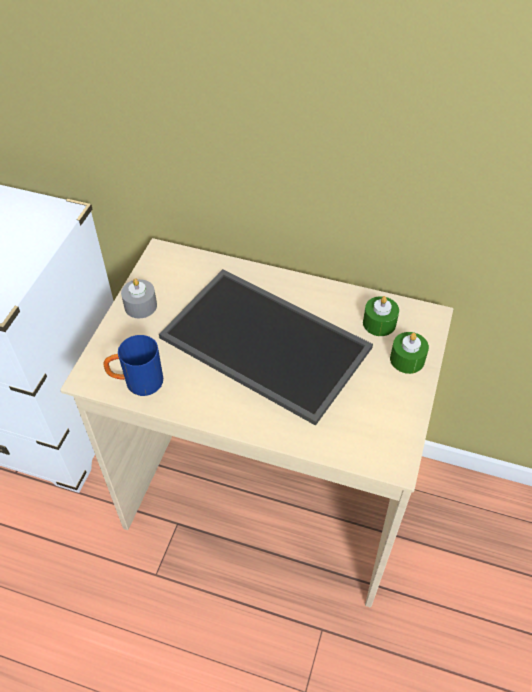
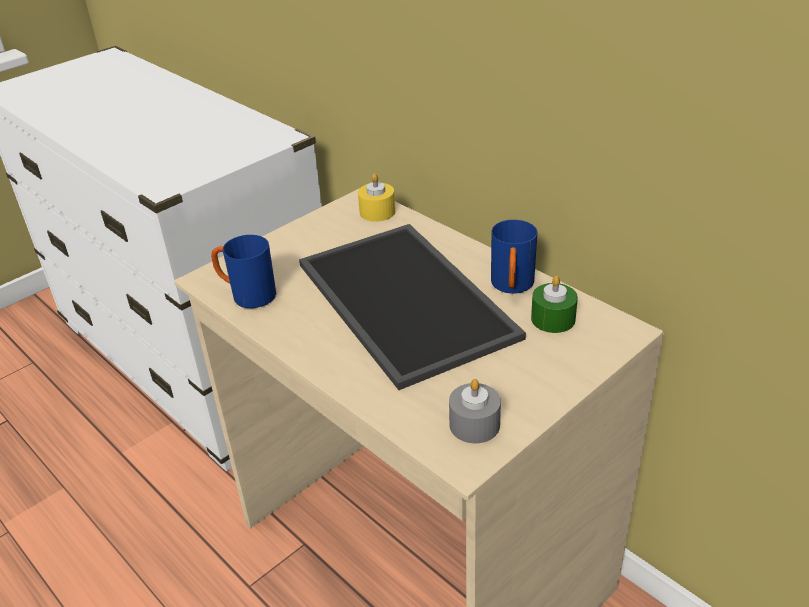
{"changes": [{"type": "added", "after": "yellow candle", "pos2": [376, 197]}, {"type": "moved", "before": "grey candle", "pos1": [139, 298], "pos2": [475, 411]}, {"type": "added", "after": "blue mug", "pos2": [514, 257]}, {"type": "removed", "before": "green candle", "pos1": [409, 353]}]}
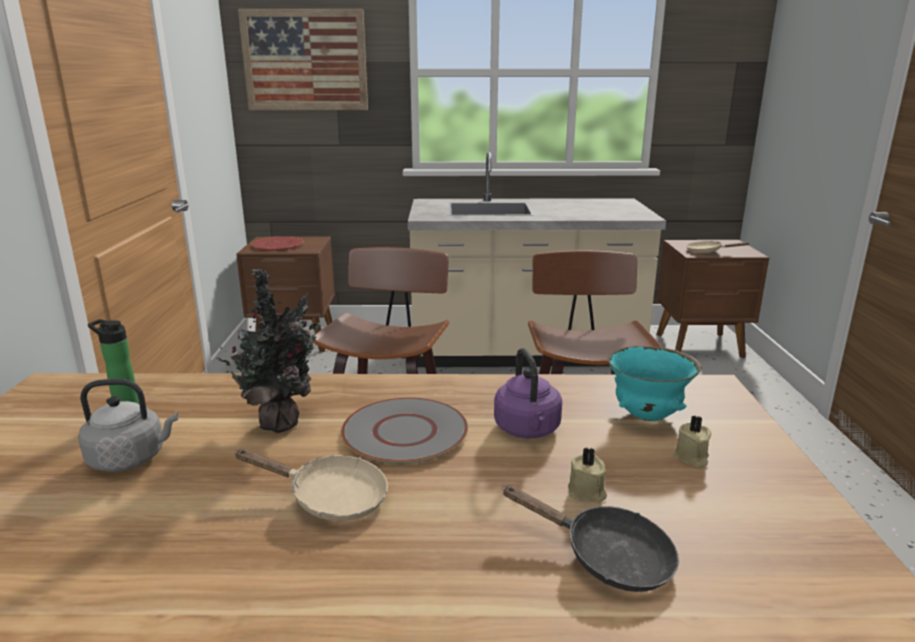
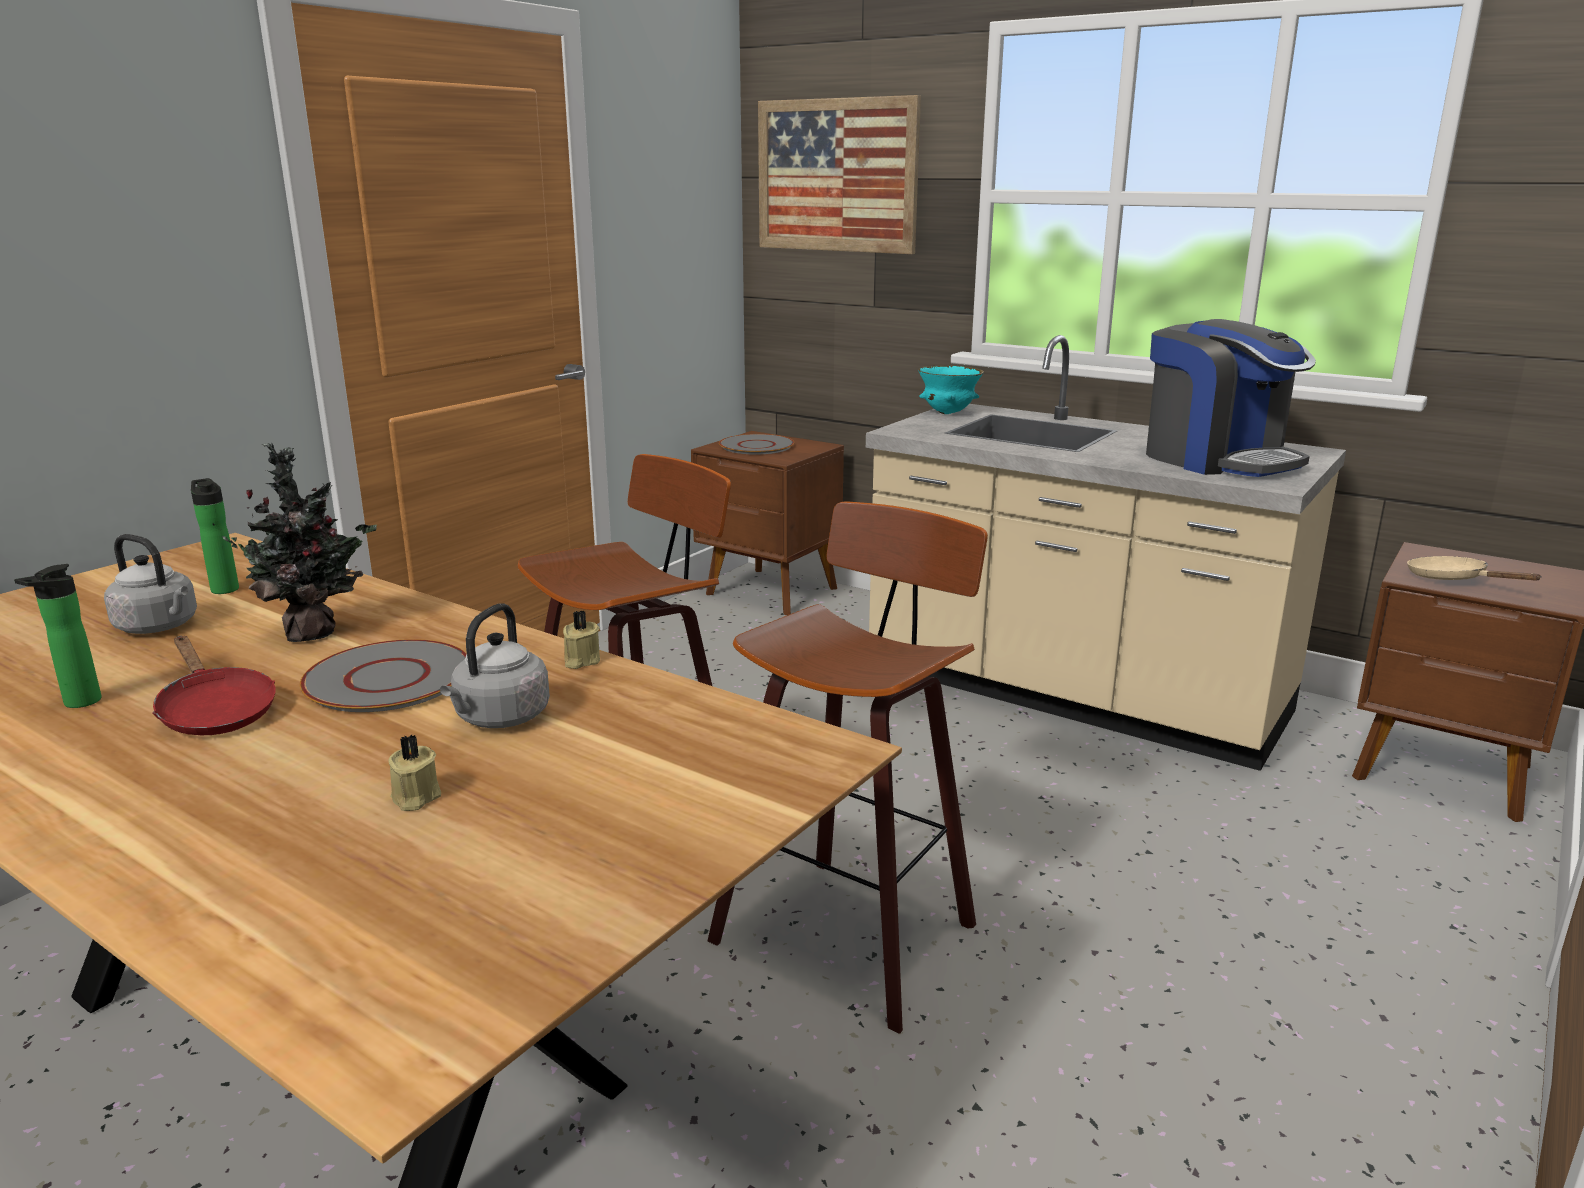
{"changes": [{"type": "added", "after": "bottle", "pos2": [58, 636]}, {"type": "recoloured", "before": "beige frying pan", "after": "red frying pan", "pos1": [311, 485], "pos2": [213, 685]}, {"type": "recoloured", "before": "purple kettle", "after": "grey kettle", "pos1": [528, 393], "pos2": [495, 665]}, {"type": "moved", "before": "beige candle", "pos1": [693, 441], "pos2": [581, 639]}, {"type": "recoloured", "before": "red plate", "after": "grey plate", "pos1": [277, 243], "pos2": [756, 444]}, {"type": "moved", "before": "turquoise bowl", "pos1": [655, 383], "pos2": [951, 389]}, {"type": "added", "after": "coffee machine", "pos2": [1231, 398]}, {"type": "removed", "before": "black frying pan", "pos1": [590, 538]}]}
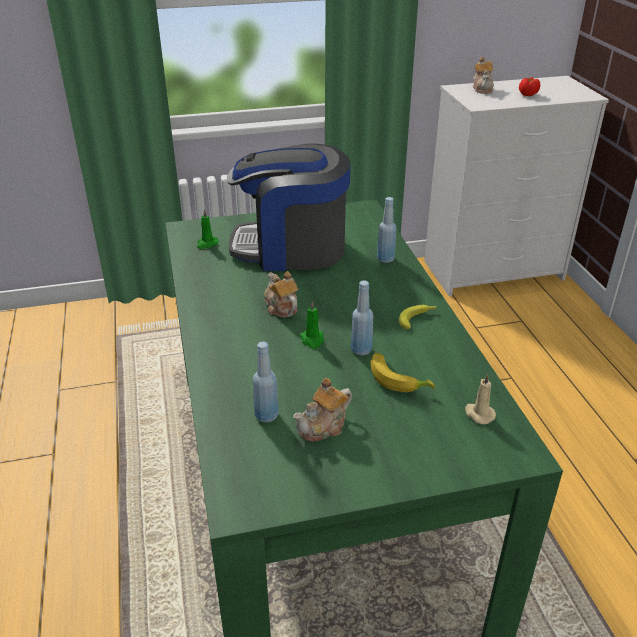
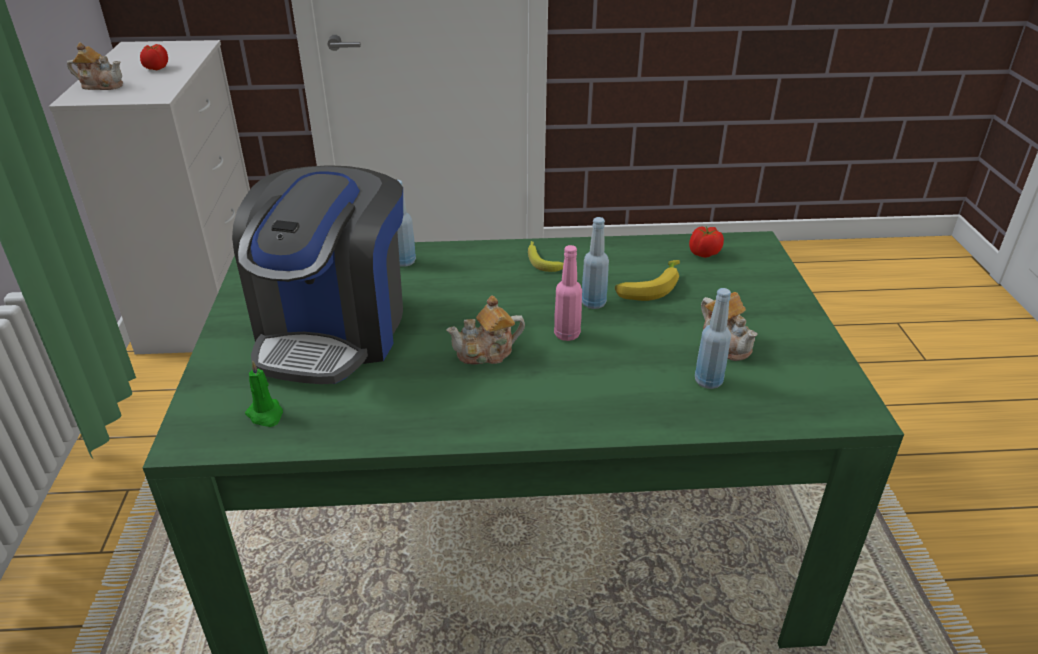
{"changes": [{"type": "replaced", "before": "green candle", "after": "pink bottle", "pos1": [312, 325], "pos2": [568, 293]}, {"type": "replaced", "before": "beige candle", "after": "tomato", "pos1": [480, 399], "pos2": [706, 242]}]}
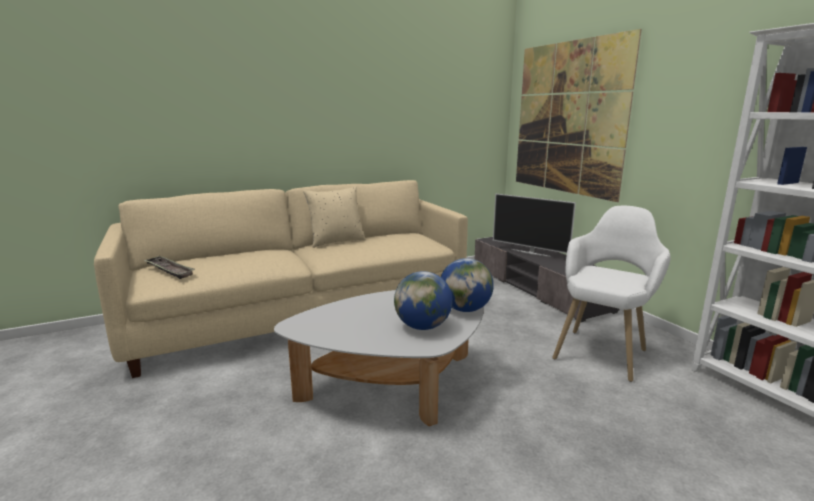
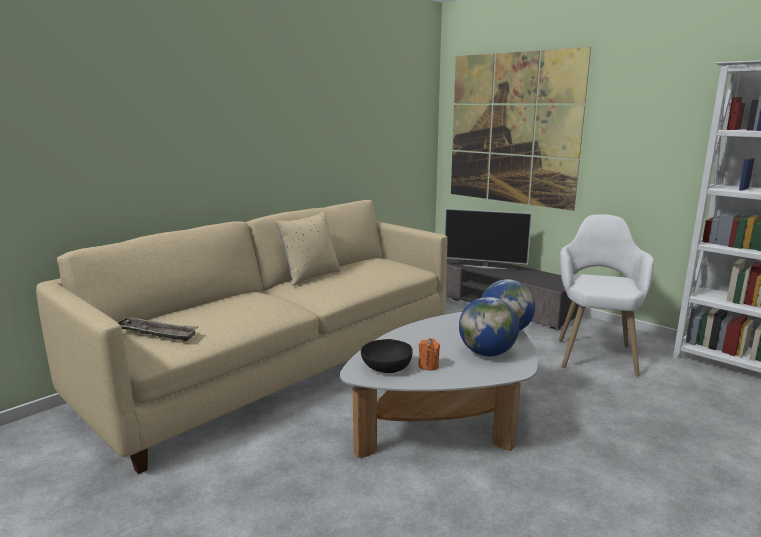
{"changes": [{"type": "added", "after": "black bowl", "pos2": [387, 356]}, {"type": "added", "after": "orange candle", "pos2": [429, 354]}]}
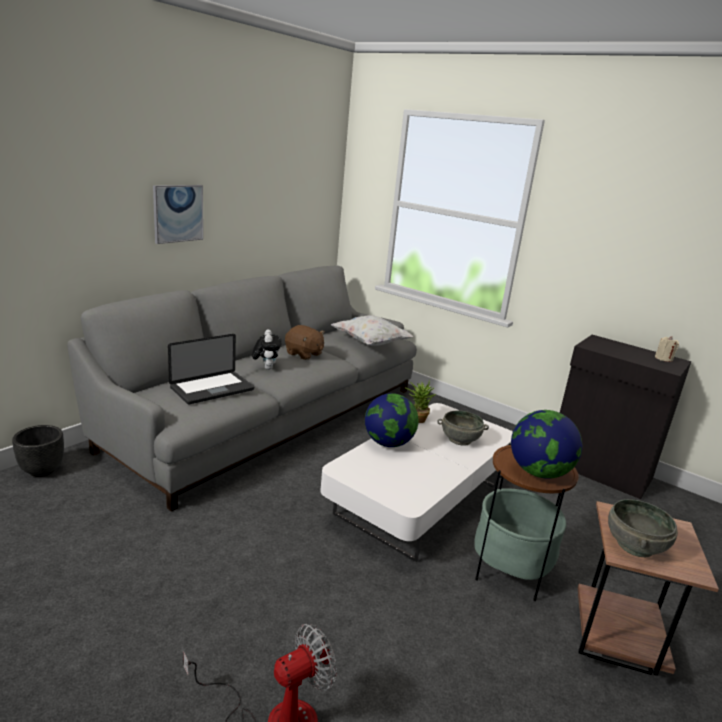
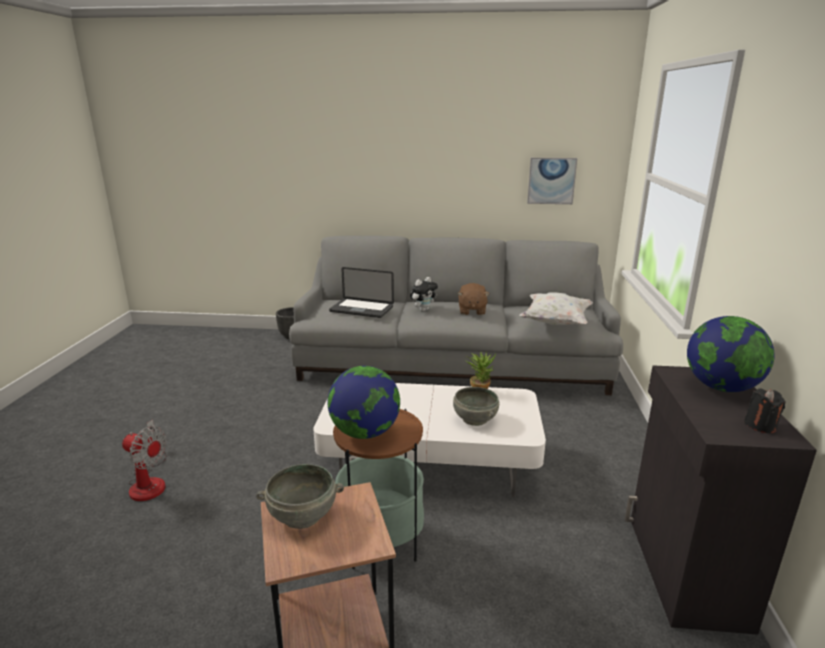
{"changes": [{"type": "moved", "before": "picture", "pos1": [178, 214], "pos2": [552, 181]}, {"type": "moved", "before": "globe", "pos1": [392, 420], "pos2": [731, 354]}, {"type": "recoloured", "before": "beige candle", "after": "black candle", "pos1": [667, 349], "pos2": [764, 410]}]}
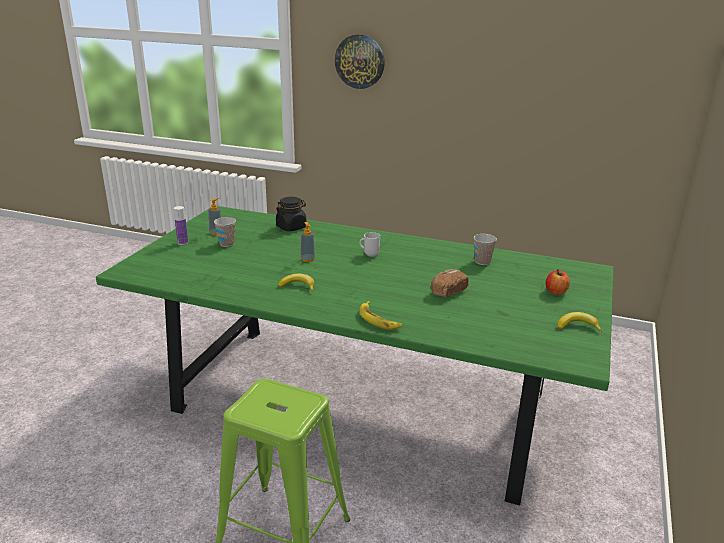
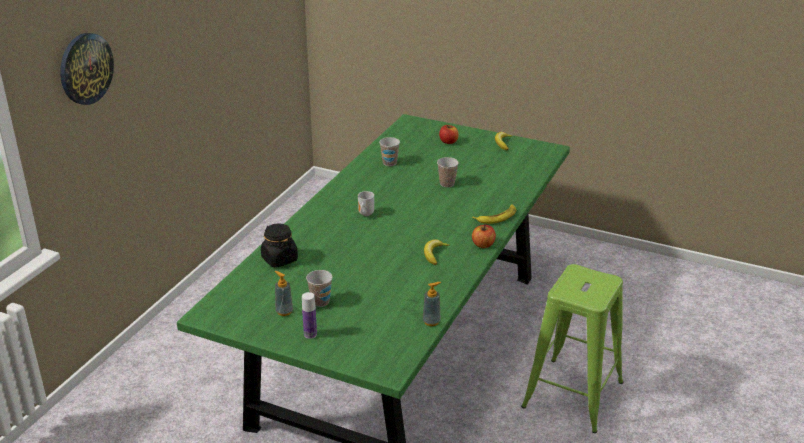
{"changes": [{"type": "moved", "before": "soap dispenser", "pos1": [307, 242], "pos2": [432, 304]}, {"type": "replaced", "before": "bread", "after": "cup", "pos1": [450, 283], "pos2": [448, 172]}, {"type": "added", "after": "apple", "pos2": [484, 236]}]}
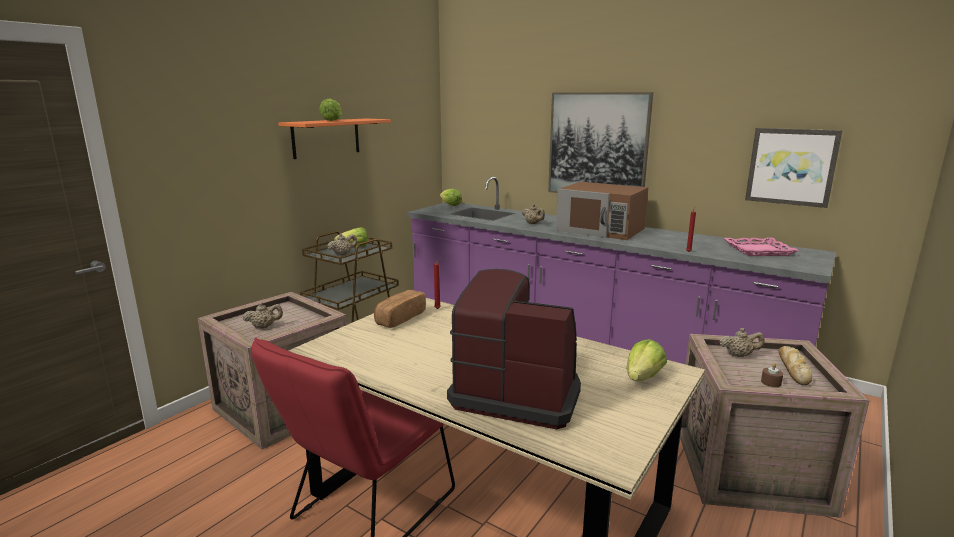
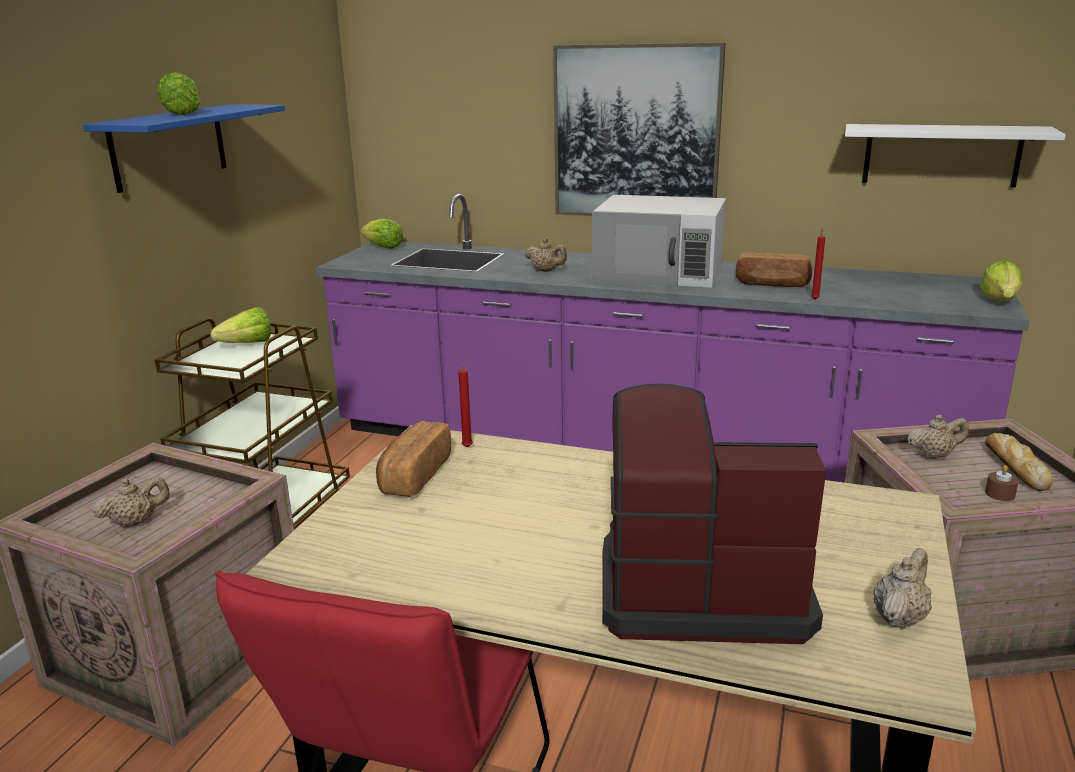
{"changes": [{"type": "recoloured", "before": "orange shelf", "after": "blue shelf", "pos1": [334, 139], "pos2": [184, 148]}, {"type": "recoloured", "before": "brown microwave", "after": "white microwave", "pos1": [602, 211], "pos2": [659, 241]}, {"type": "added", "after": "bread", "pos2": [774, 270]}, {"type": "replaced", "before": "picture", "after": "white shelf", "pos1": [793, 168], "pos2": [955, 156]}, {"type": "moved", "before": "beige teapot", "pos1": [342, 244], "pos2": [903, 588]}, {"type": "moved", "before": "lettuce", "pos1": [646, 360], "pos2": [1001, 280]}, {"type": "removed", "before": "pink tray", "pos1": [761, 246]}]}
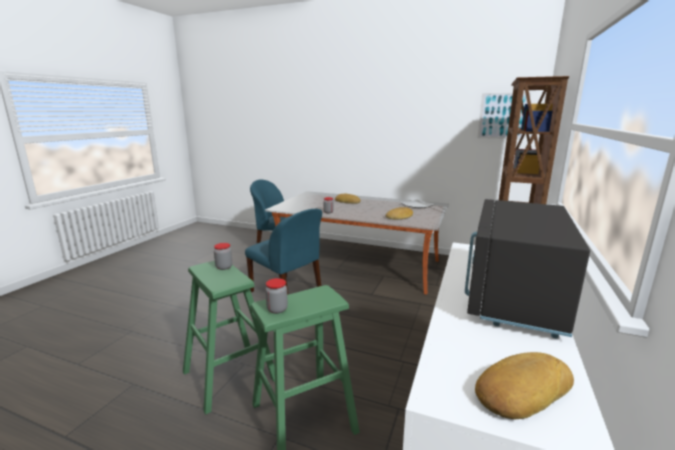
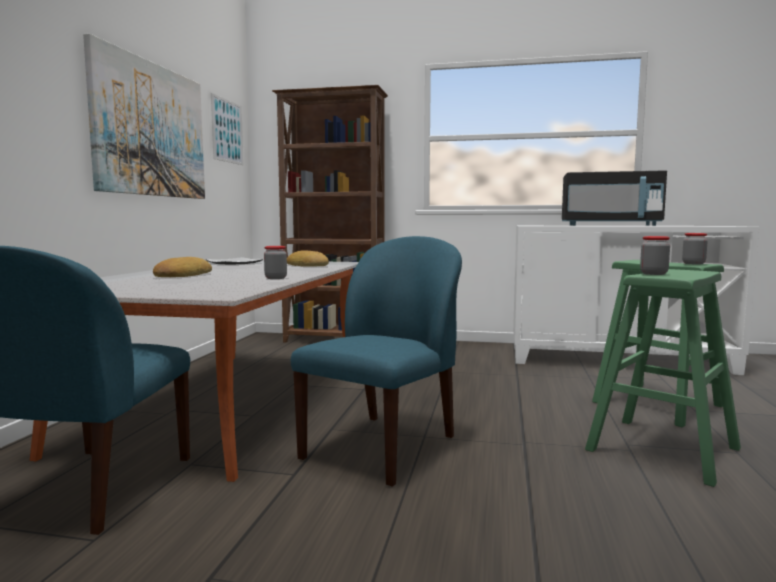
{"changes": [{"type": "added", "after": "picture", "pos2": [144, 116]}, {"type": "removed", "before": "bread", "pos1": [524, 385]}]}
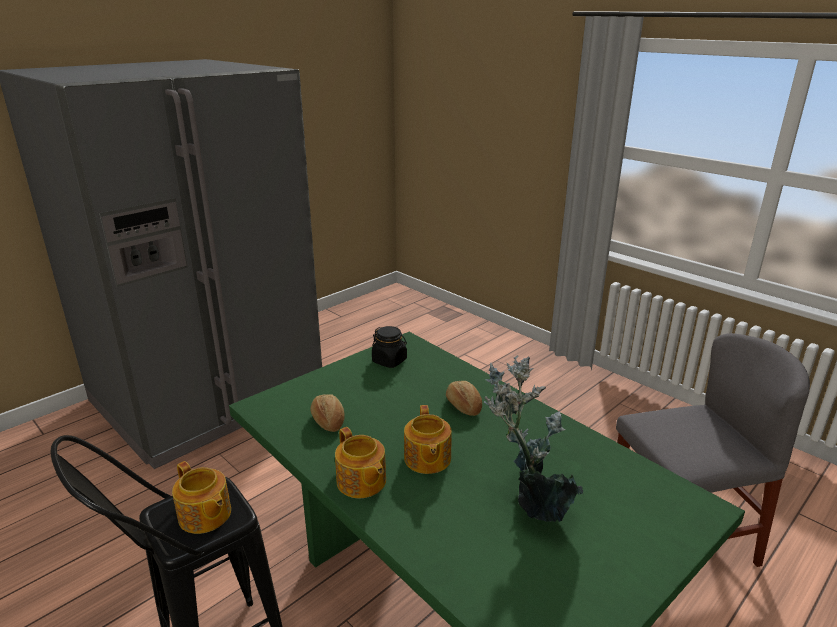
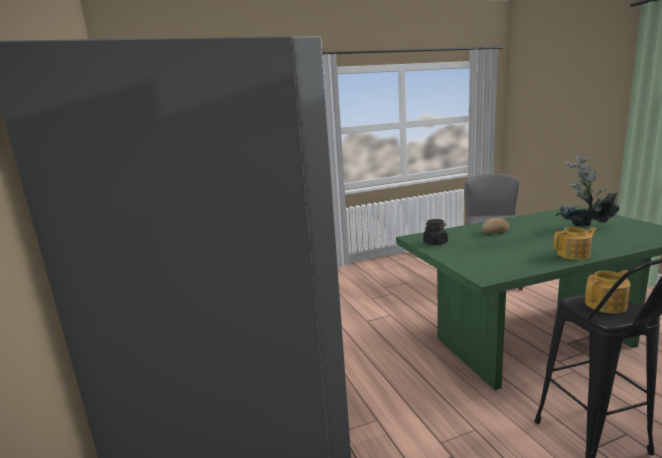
{"changes": [{"type": "removed", "before": "bread", "pos1": [327, 413]}, {"type": "removed", "before": "teapot", "pos1": [428, 439]}]}
